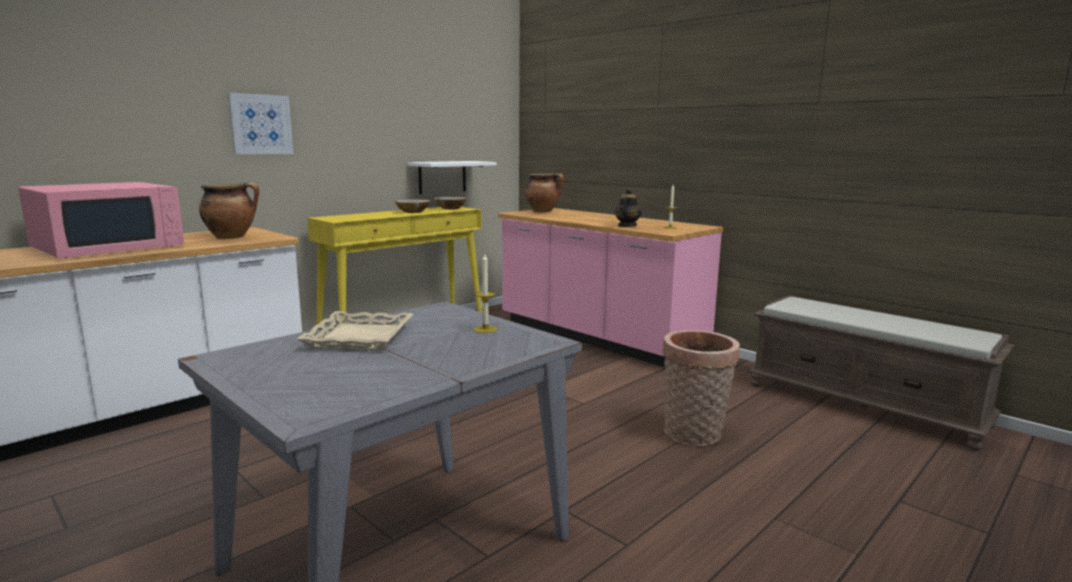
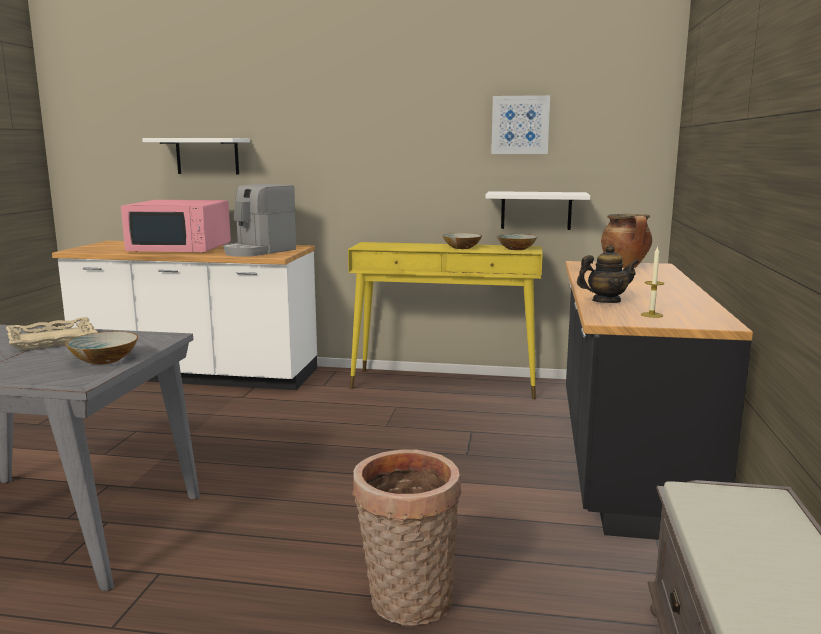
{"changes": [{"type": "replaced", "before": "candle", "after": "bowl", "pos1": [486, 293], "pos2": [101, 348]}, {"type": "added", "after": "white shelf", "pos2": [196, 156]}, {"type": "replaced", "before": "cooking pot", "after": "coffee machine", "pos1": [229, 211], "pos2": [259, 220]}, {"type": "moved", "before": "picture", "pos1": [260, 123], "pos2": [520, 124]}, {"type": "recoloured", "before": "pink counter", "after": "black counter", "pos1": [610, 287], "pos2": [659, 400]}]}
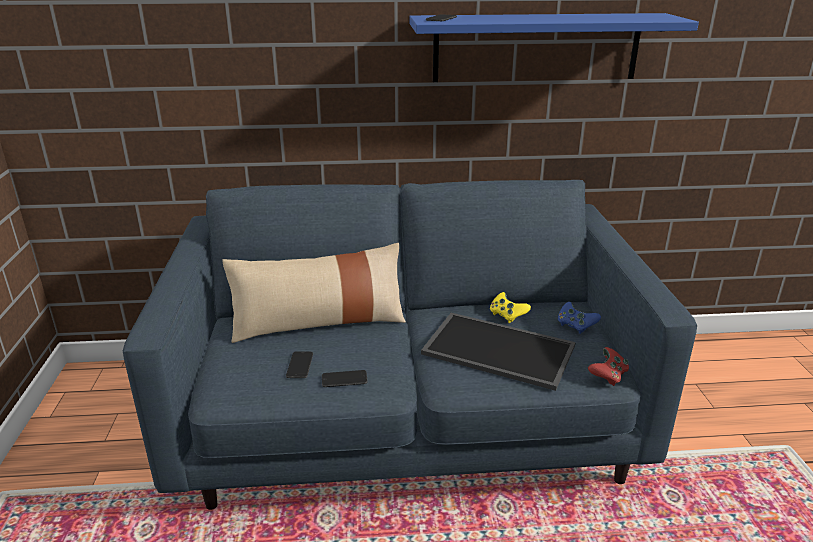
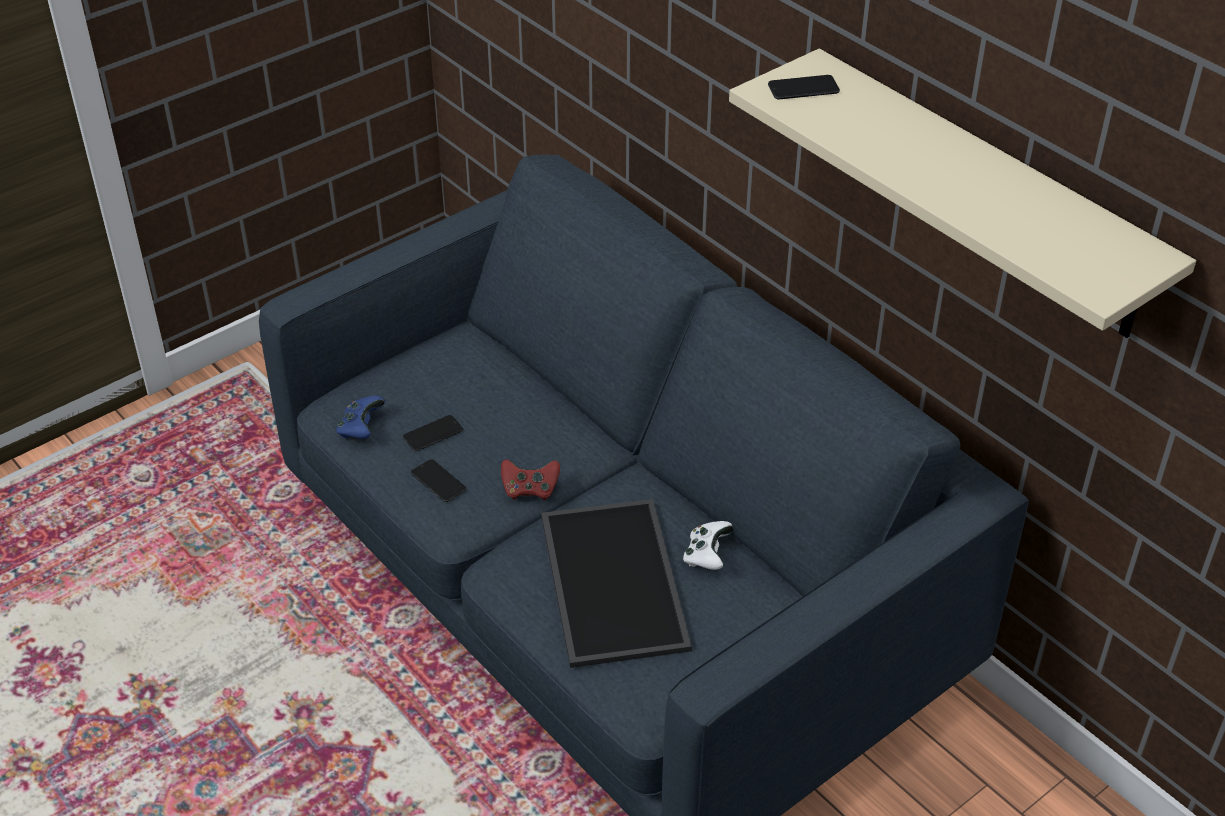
{"changes": [{"type": "moved", "before": "blue game controller", "pos1": [579, 318], "pos2": [360, 417]}, {"type": "moved", "before": "red game controller", "pos1": [608, 366], "pos2": [530, 480]}, {"type": "recoloured", "before": "yellow game controller", "after": "white game controller", "pos1": [510, 307], "pos2": [708, 545]}, {"type": "recoloured", "before": "blue shelf", "after": "beige shelf", "pos1": [554, 47], "pos2": [962, 193]}, {"type": "removed", "before": "beige pillow", "pos1": [314, 293]}]}
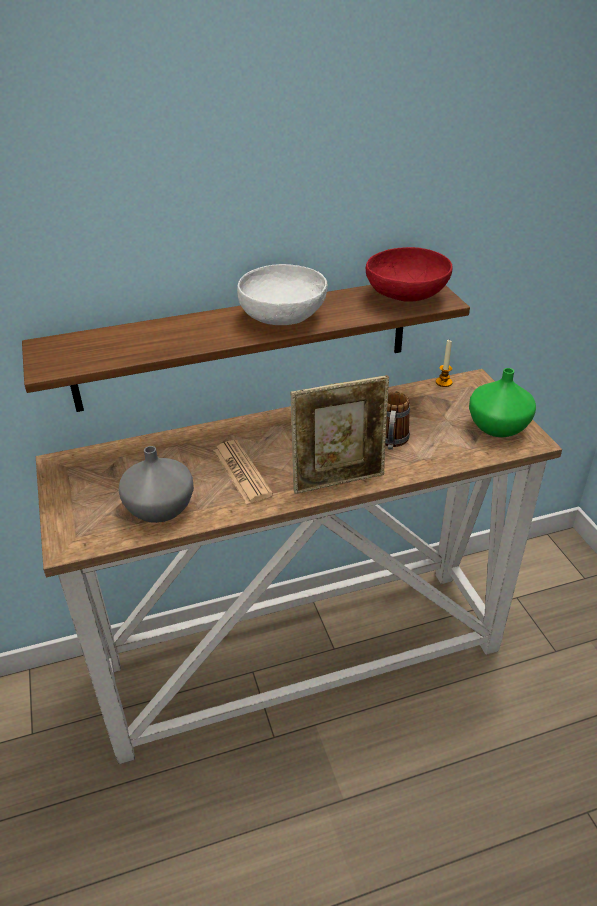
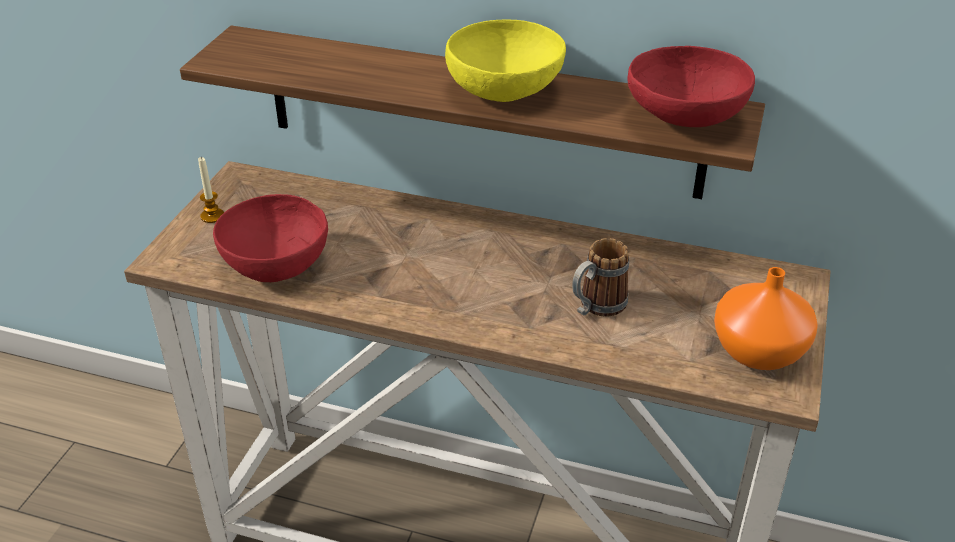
{"changes": [{"type": "moved", "before": "candle", "pos1": [444, 363], "pos2": [211, 190]}, {"type": "replaced", "before": "grey vase", "after": "red bowl", "pos1": [156, 484], "pos2": [270, 238]}, {"type": "recoloured", "before": "white bowl", "after": "yellow bowl", "pos1": [282, 294], "pos2": [505, 61]}, {"type": "recoloured", "before": "green vase", "after": "orange vase", "pos1": [502, 402], "pos2": [766, 318]}, {"type": "removed", "before": "newspaper", "pos1": [243, 472]}, {"type": "removed", "before": "picture frame", "pos1": [340, 434]}]}
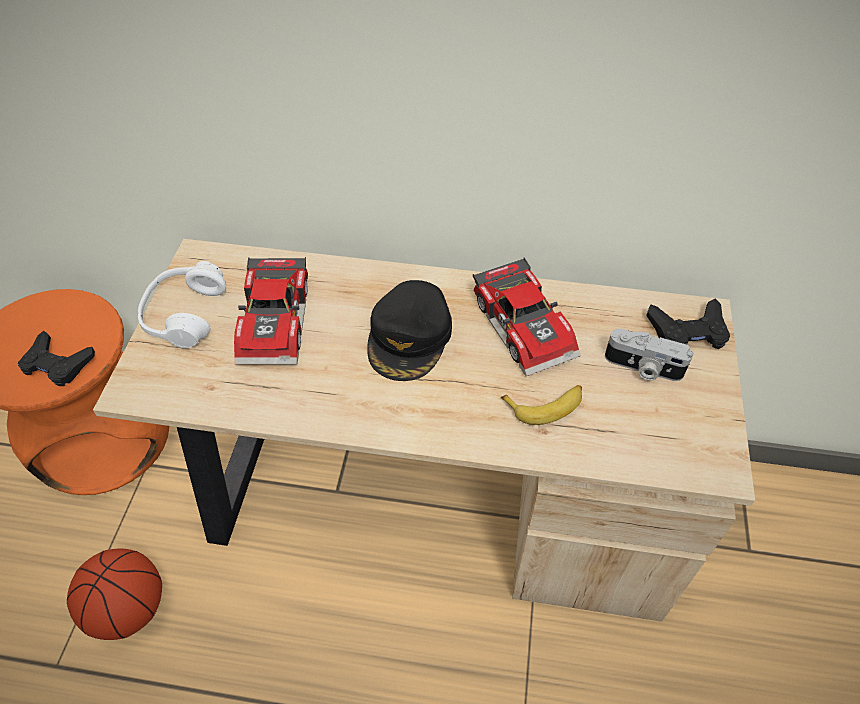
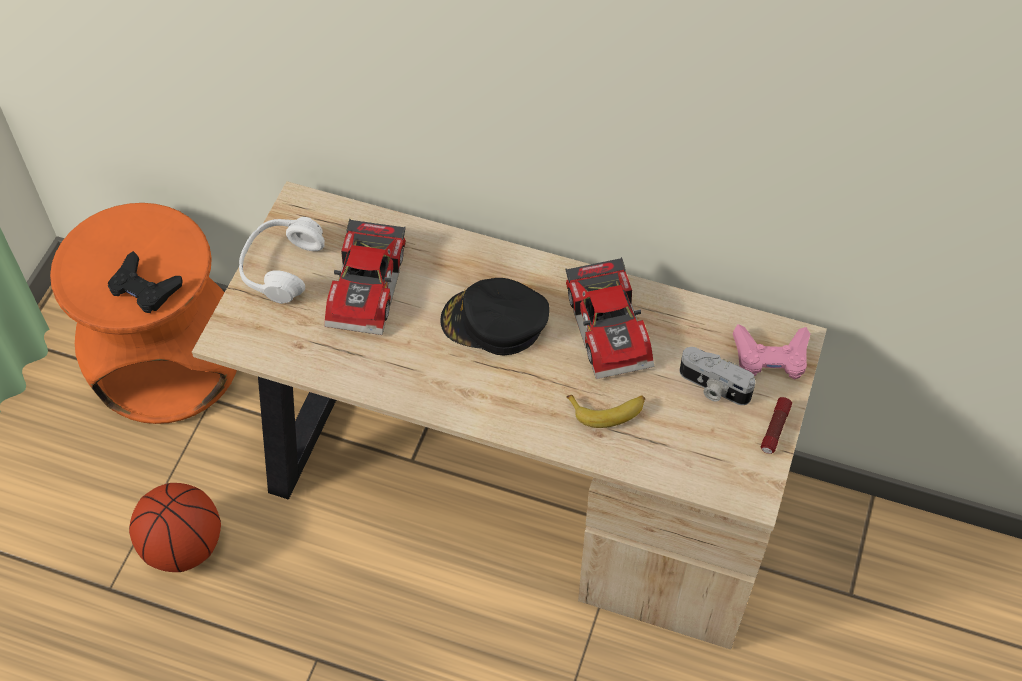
{"changes": [{"type": "turned", "before": "black cap", "pos1": [409, 330], "pos2": [495, 316], "turn": 75}, {"type": "recoloured", "before": "black game controller", "after": "pink game controller", "pos1": [688, 323], "pos2": [771, 351]}, {"type": "added", "after": "flashlight", "pos2": [776, 425]}]}
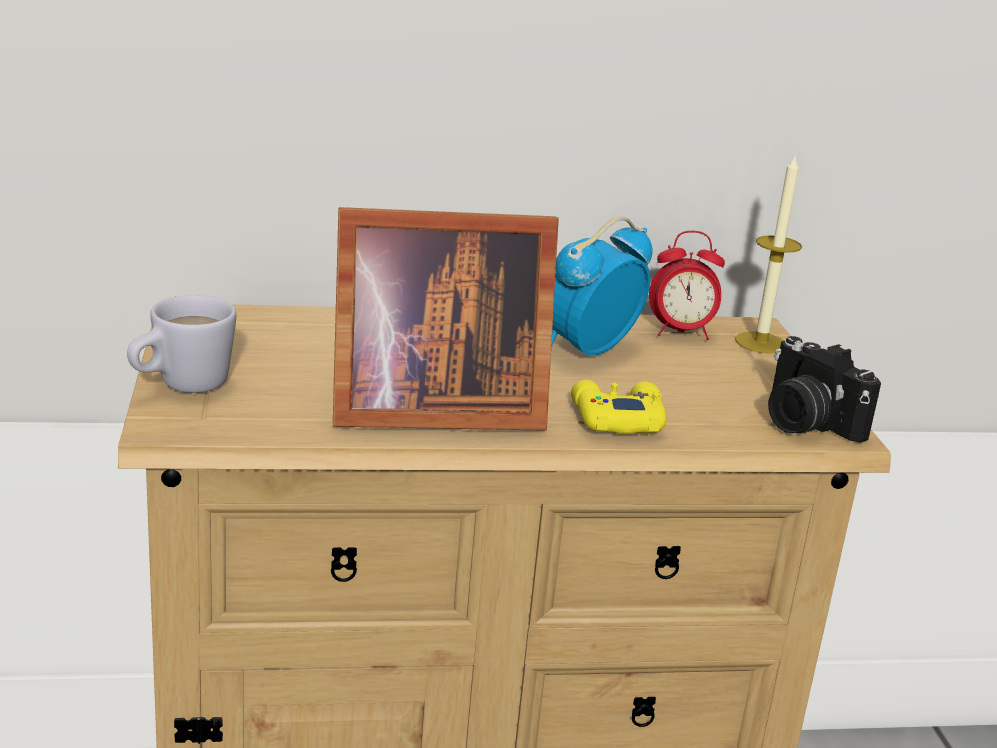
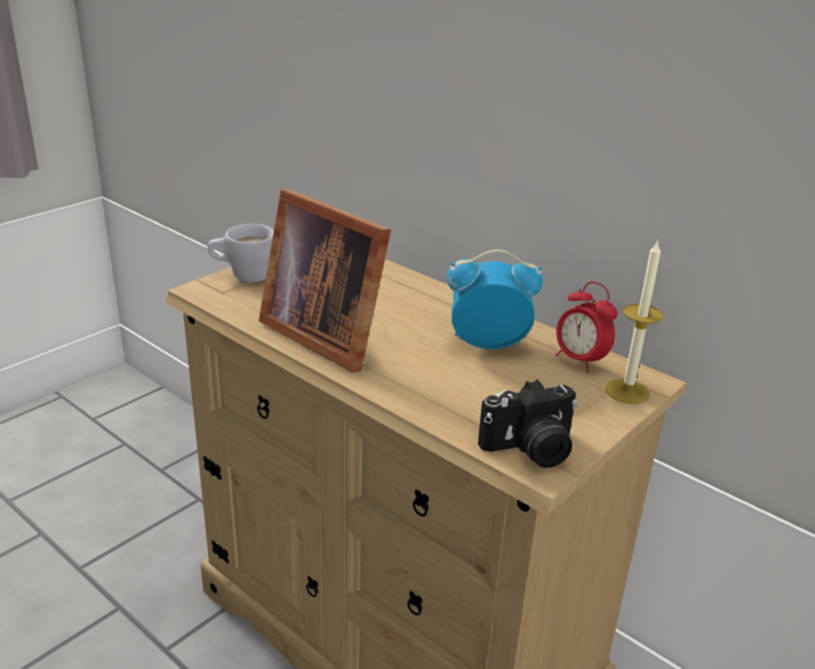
{"changes": [{"type": "turned", "before": "photo camera", "pos1": [824, 389], "pos2": [527, 424], "turn": -120}, {"type": "removed", "before": "yellow game controller", "pos1": [618, 407]}]}
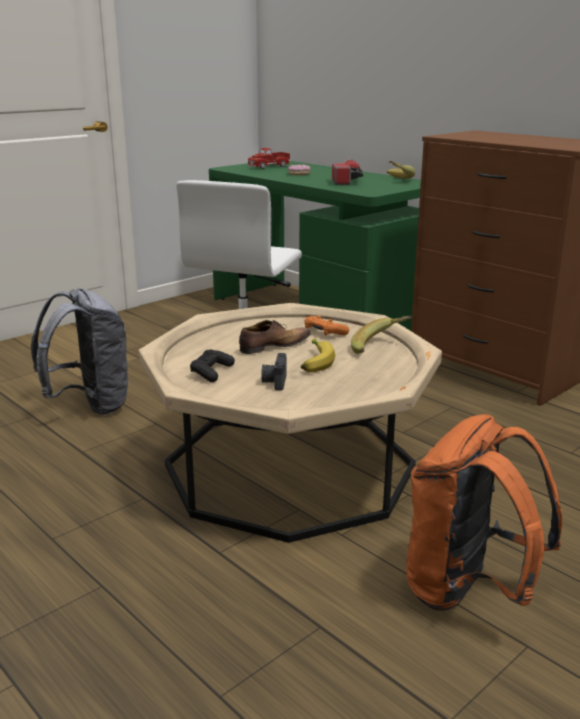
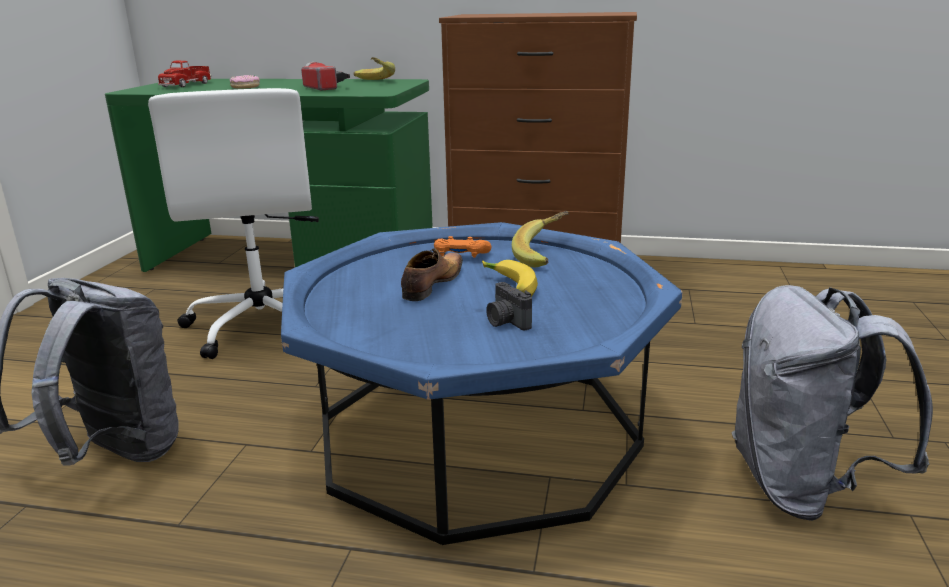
{"changes": [{"type": "recoloured", "before": "beige coffee table", "after": "blue coffee table", "pos1": [290, 423], "pos2": [481, 383]}, {"type": "recoloured", "before": "orange backpack", "after": "grey backpack", "pos1": [484, 512], "pos2": [832, 403]}, {"type": "removed", "before": "black game controller", "pos1": [212, 365]}]}
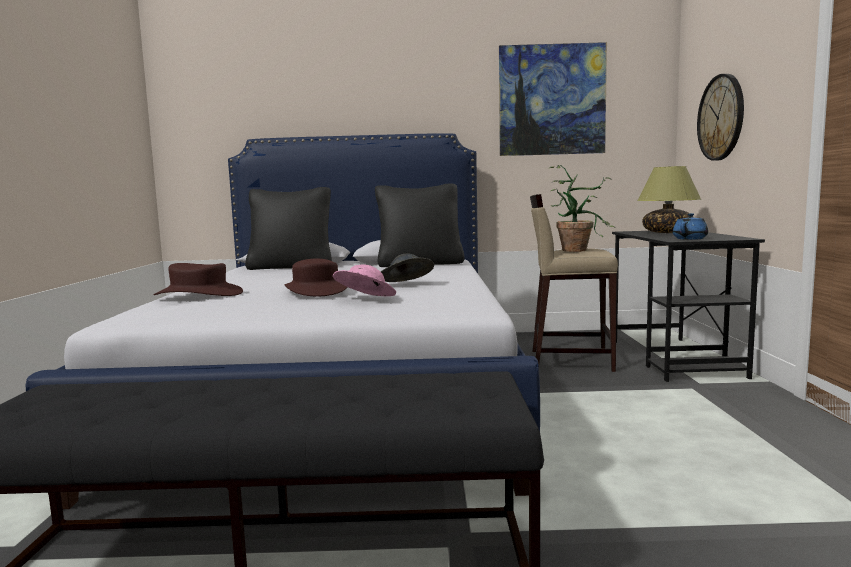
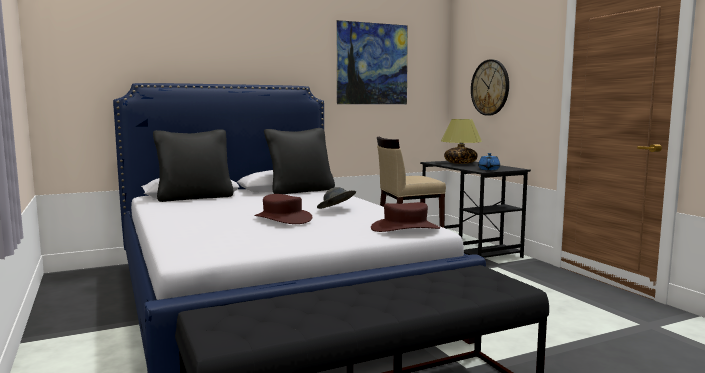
{"changes": [{"type": "moved", "before": "brown hat", "pos1": [198, 279], "pos2": [405, 217]}, {"type": "removed", "before": "pink hat", "pos1": [364, 280]}, {"type": "removed", "before": "potted plant", "pos1": [582, 208]}]}
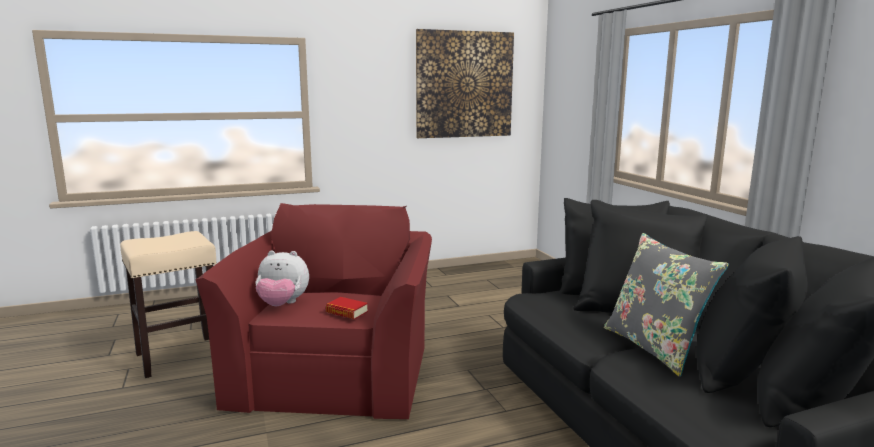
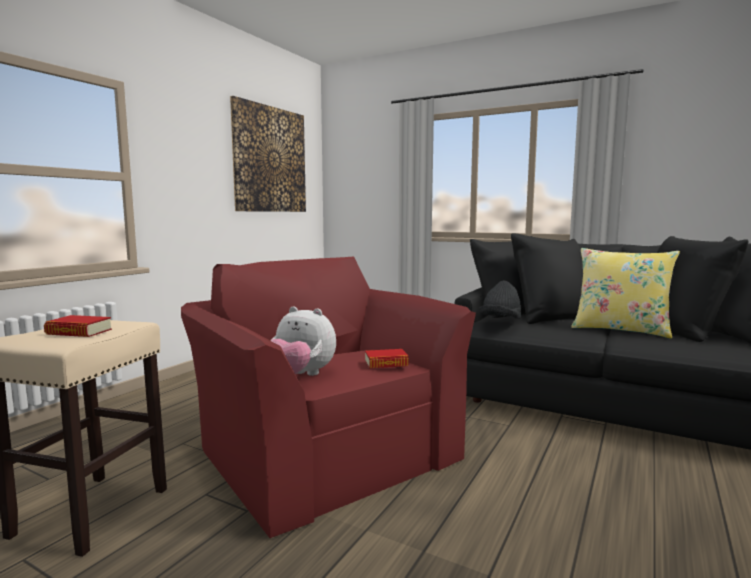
{"changes": [{"type": "added", "after": "book", "pos2": [78, 326]}, {"type": "turned", "before": "plush toy", "pos1": [282, 278], "pos2": [303, 341], "turn": 60}, {"type": "added", "after": "black hat", "pos2": [500, 300]}, {"type": "recoloured", "before": "grey pillow", "after": "yellow pillow", "pos1": [666, 305], "pos2": [625, 293]}]}
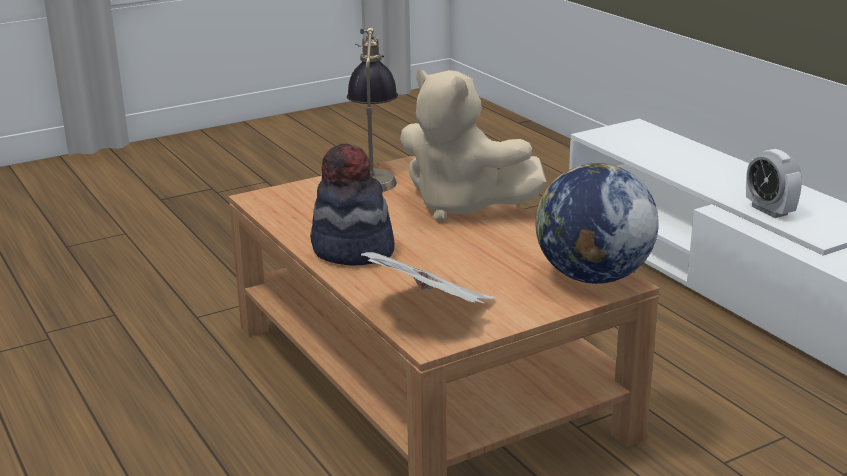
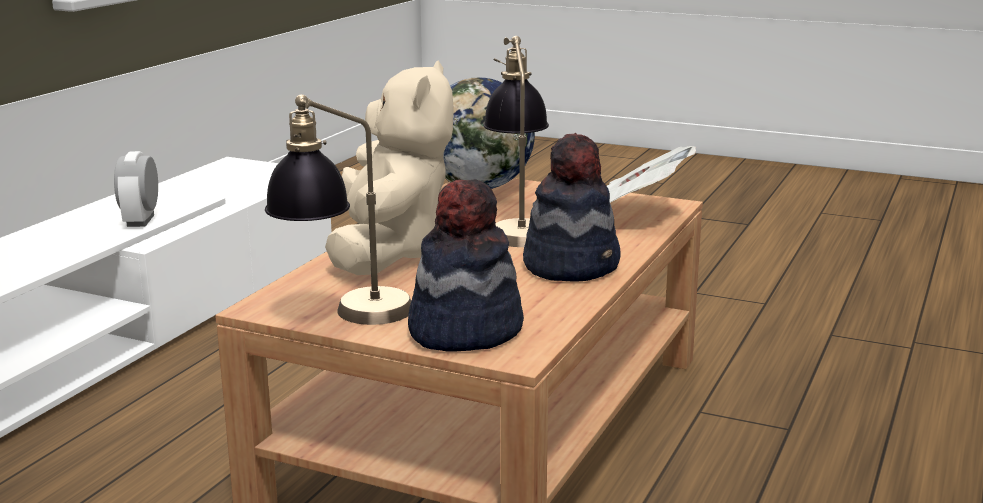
{"changes": [{"type": "turned", "before": "alarm clock", "pos1": [774, 183], "pos2": [136, 189], "turn": 150}, {"type": "added", "after": "hat", "pos2": [466, 265]}, {"type": "added", "after": "table lamp", "pos2": [516, 141]}]}
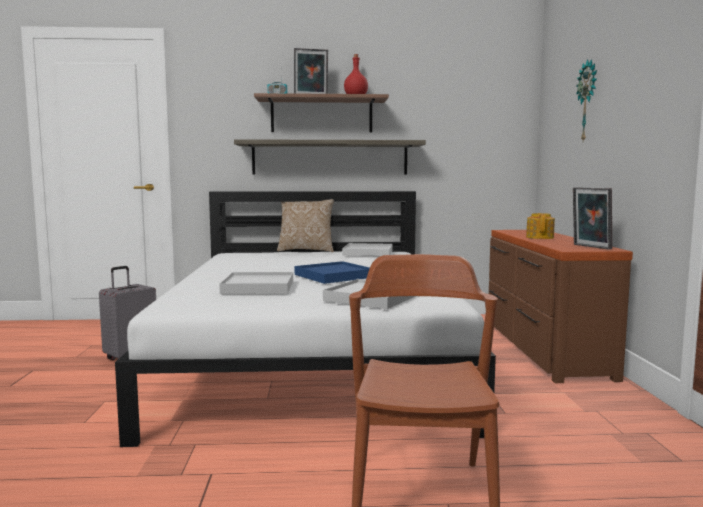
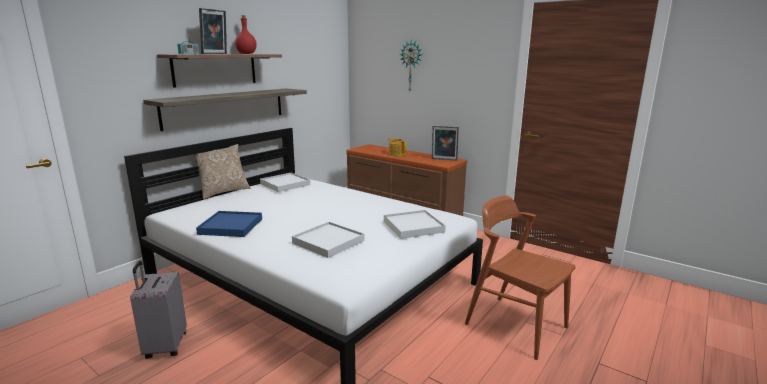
{"changes": [{"type": "moved", "before": "blue tray", "pos1": [332, 272], "pos2": [229, 224]}]}
